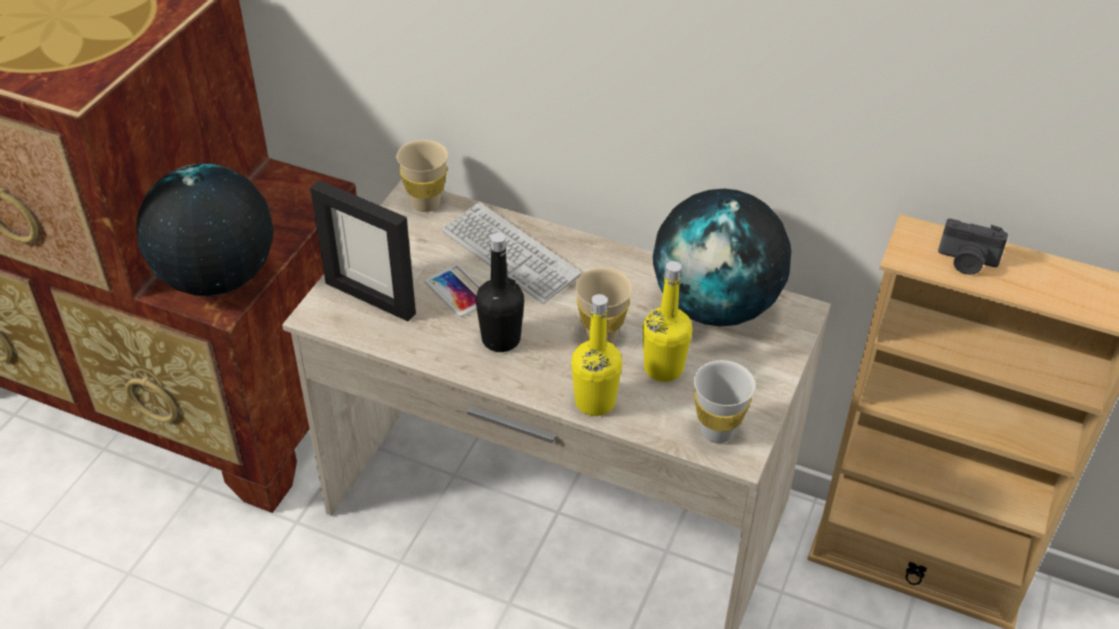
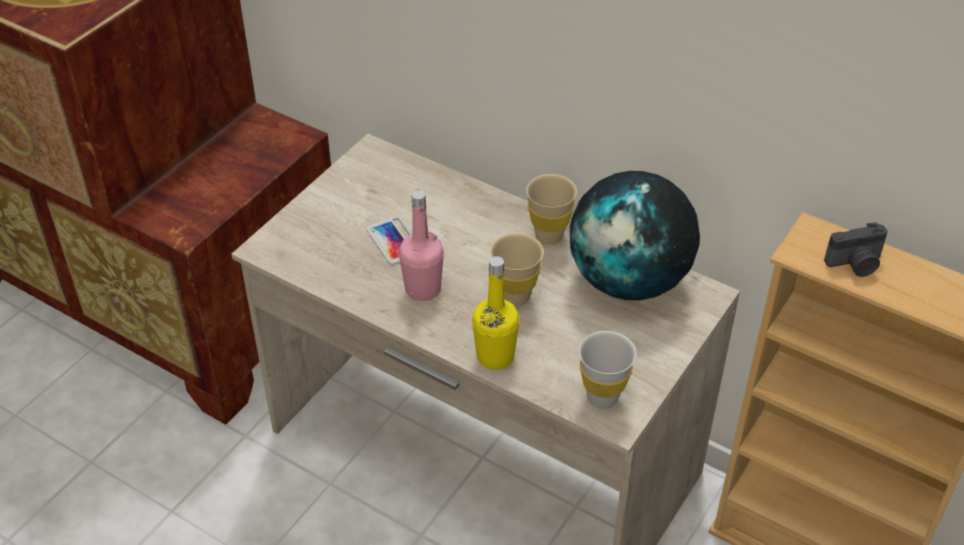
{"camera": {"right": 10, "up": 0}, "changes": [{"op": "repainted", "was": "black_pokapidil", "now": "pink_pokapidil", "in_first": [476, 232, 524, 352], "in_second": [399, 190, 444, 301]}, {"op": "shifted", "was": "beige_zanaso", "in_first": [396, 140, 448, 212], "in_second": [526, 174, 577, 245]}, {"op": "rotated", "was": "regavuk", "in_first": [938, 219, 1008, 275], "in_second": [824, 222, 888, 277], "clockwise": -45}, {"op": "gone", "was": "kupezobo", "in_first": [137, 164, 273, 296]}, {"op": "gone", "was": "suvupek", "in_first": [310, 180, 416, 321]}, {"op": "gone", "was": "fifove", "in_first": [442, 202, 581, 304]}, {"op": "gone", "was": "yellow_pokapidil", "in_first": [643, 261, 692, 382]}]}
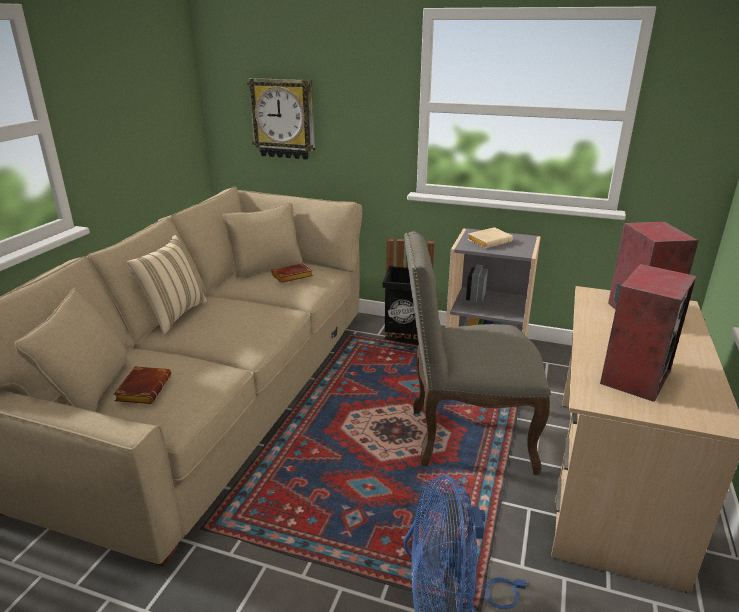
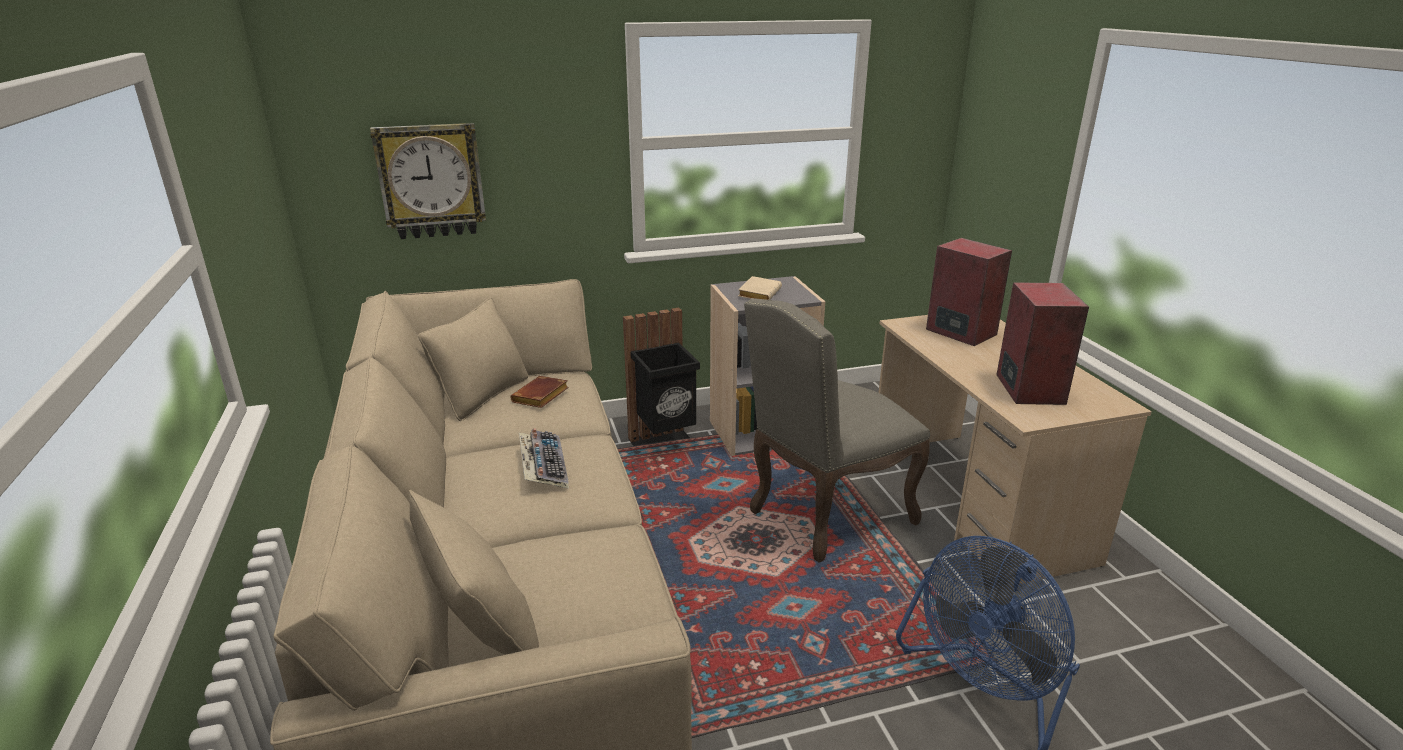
{"camera": {"right": -35, "up": 0}, "changes": [{"op": "new", "now": "fifove", "in_second": [519, 428, 569, 488]}, {"op": "gone", "was": "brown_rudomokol", "in_first": [114, 366, 171, 404]}, {"op": "gone", "was": "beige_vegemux", "in_first": [127, 235, 207, 334]}]}
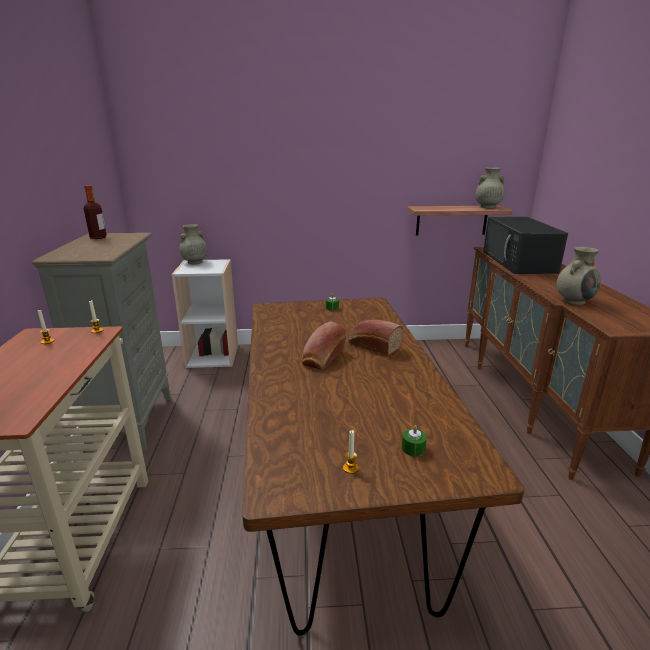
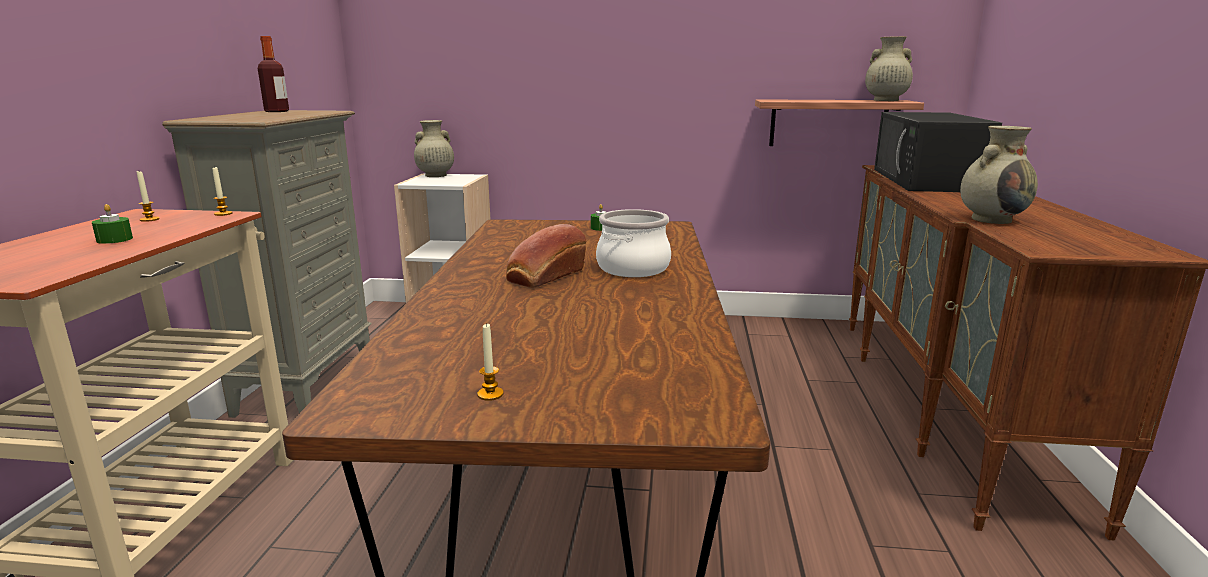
{"camera": {"right": 10, "up": -5}, "changes": [{"op": "shifted", "was": "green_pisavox", "in_first": [402, 425, 427, 456], "in_second": [92, 204, 133, 244]}, {"op": "swapped", "was": "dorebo", "now": "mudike", "in_first": [349, 320, 403, 356], "in_second": [596, 209, 671, 277]}]}
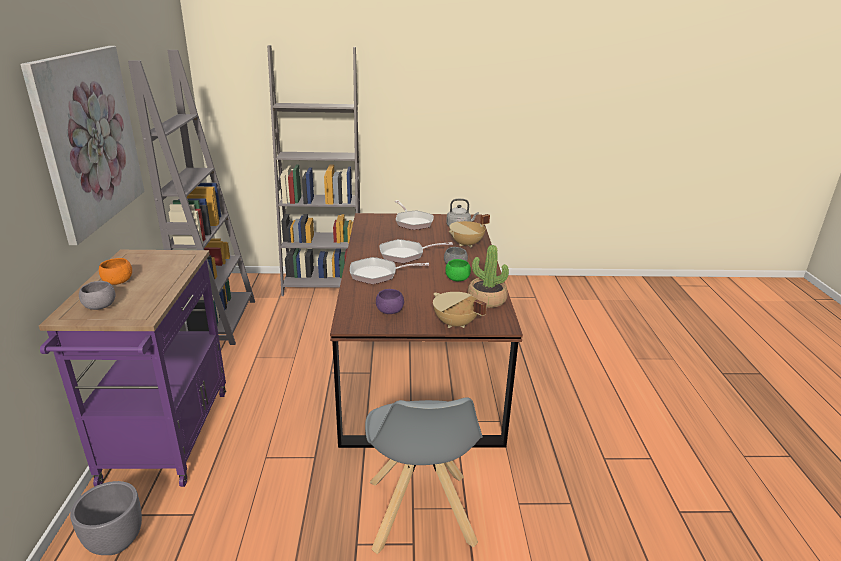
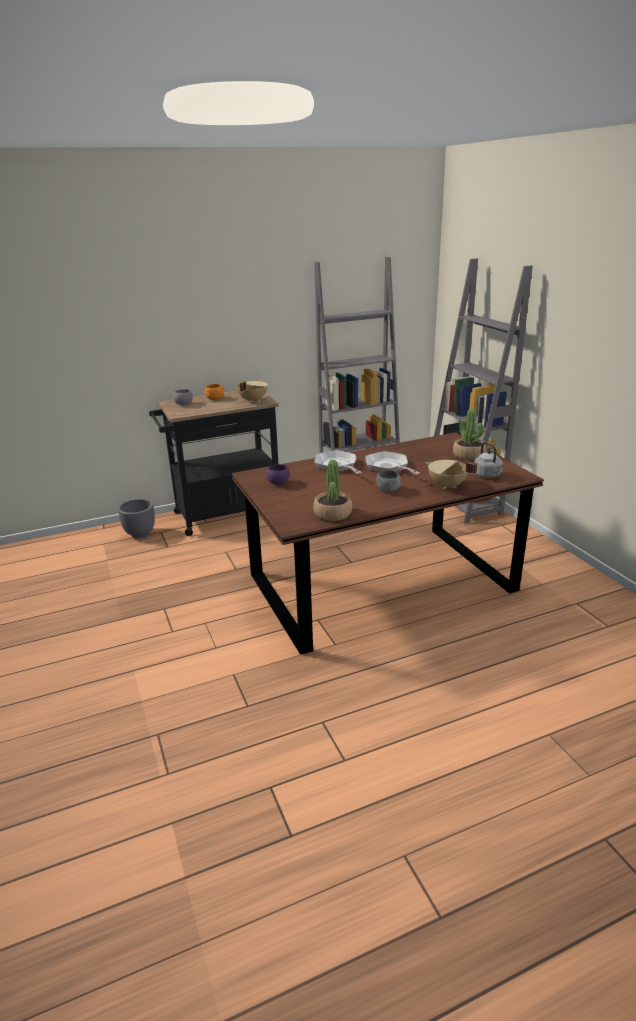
{"camera": {"right": 70, "up": 0}, "changes": [{"op": "repainted", "was": "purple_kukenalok", "now": "black_kukenalok", "in_first": [39, 250, 226, 487], "in_second": [149, 390, 279, 536]}, {"op": "shifted", "was": "beige_mudike", "in_first": [433, 292, 487, 328], "in_second": [236, 380, 268, 403]}, {"op": "swapped", "was": "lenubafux", "now": "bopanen", "in_first": [394, 200, 434, 230], "in_second": [453, 408, 486, 460]}, {"op": "gone", "was": "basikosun", "in_first": [20, 46, 145, 245]}, {"op": "gone", "was": "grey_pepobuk", "in_first": [365, 397, 483, 554]}, {"op": "gone", "was": "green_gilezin", "in_first": [445, 259, 471, 281]}]}
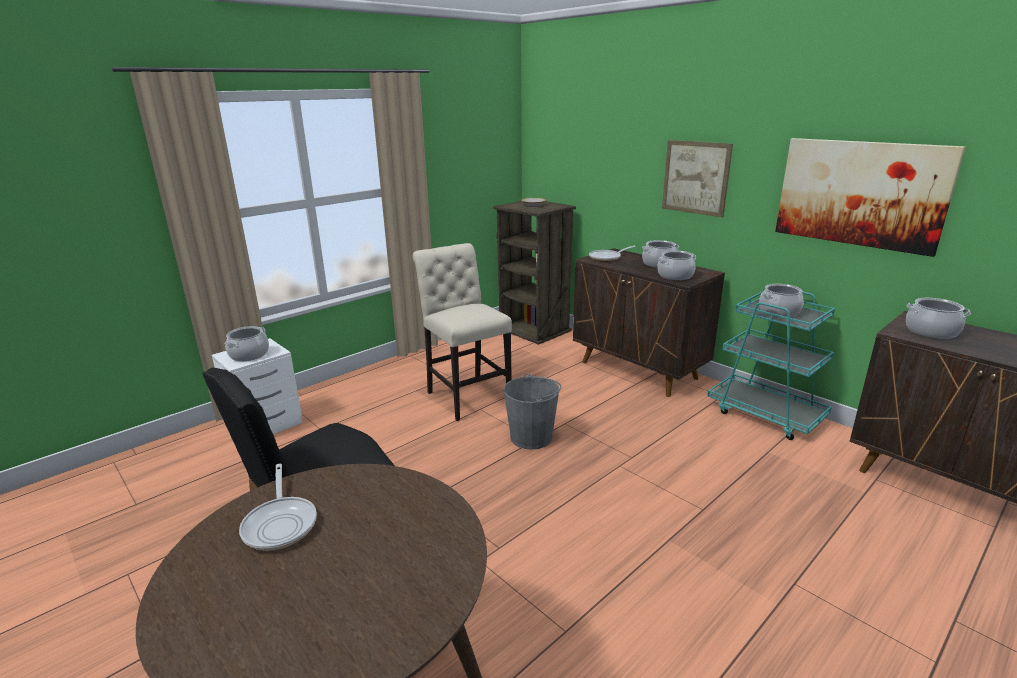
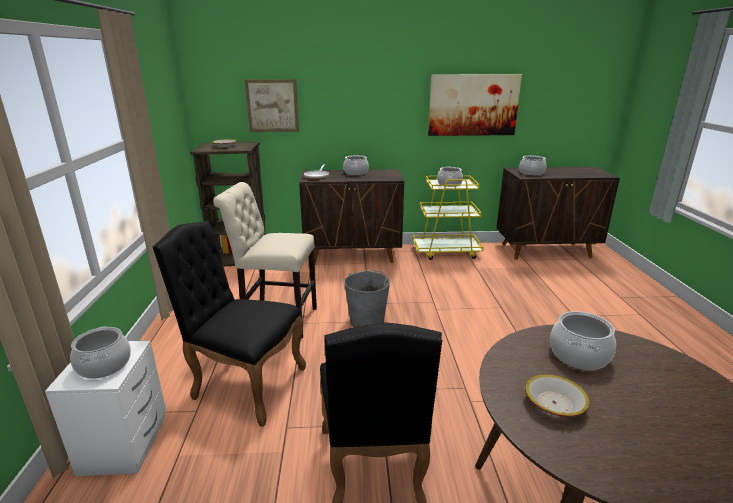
{"camera": {"right": -50, "up": 0}, "changes": [{"op": "new", "now": "black_pepobuk", "in_second": [153, 221, 306, 427]}, {"op": "shifted", "was": "basikosun", "in_first": [662, 140, 733, 217], "in_second": [244, 79, 299, 132]}, {"op": "repainted", "was": "turquoise_kukenalok", "now": "yellow_kukenalok", "in_first": [708, 291, 835, 440], "in_second": [413, 172, 484, 260]}, {"op": "swapped", "was": "lenubafux", "now": "gilezin", "in_first": [239, 464, 317, 551], "in_second": [525, 374, 590, 417]}, {"op": "shifted", "was": "mudike", "in_first": [657, 250, 696, 280], "in_second": [550, 311, 616, 370]}]}
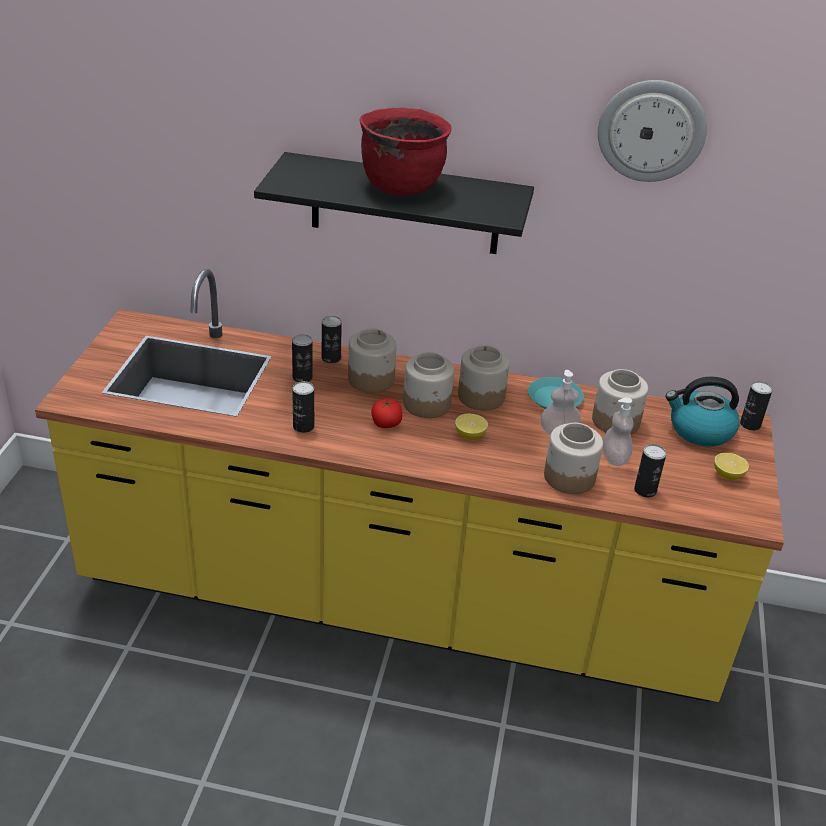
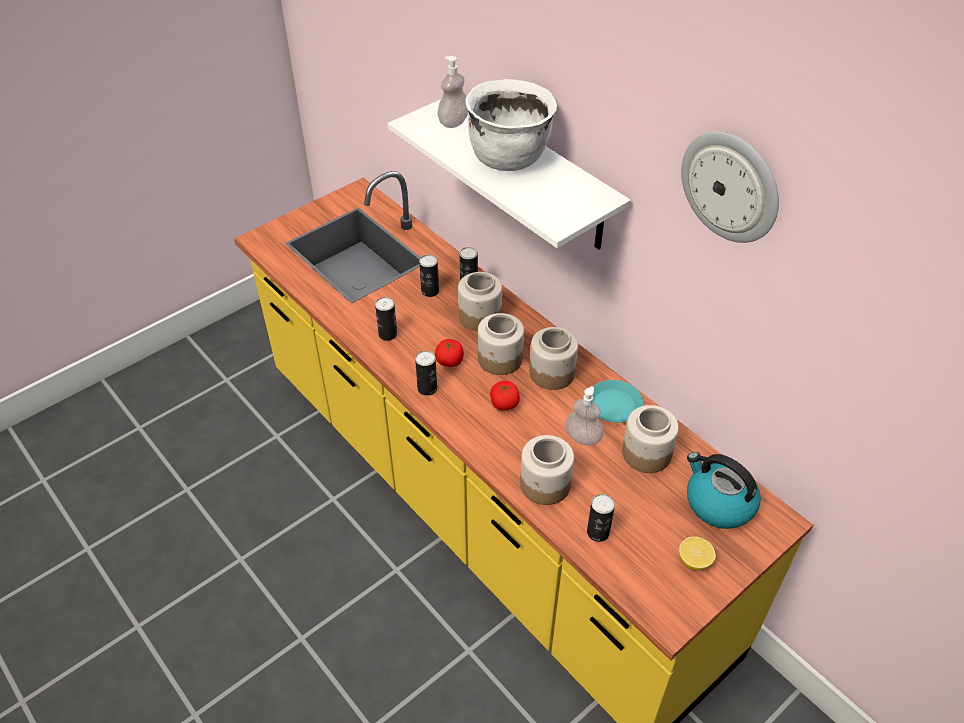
{"camera": {"right": 40, "up": 10}, "changes": [{"op": "repainted", "was": "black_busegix", "now": "white_busegix", "in_first": [254, 152, 534, 254], "in_second": [388, 99, 631, 250]}, {"op": "shifted", "was": "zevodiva", "in_first": [740, 381, 772, 431], "in_second": [415, 351, 437, 396]}, {"op": "shifted", "was": "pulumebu", "in_first": [603, 397, 633, 466], "in_second": [437, 56, 468, 128]}, {"op": "repainted", "was": "red_mudike", "now": "white_mudike", "in_first": [359, 108, 452, 196], "in_second": [466, 79, 557, 171]}, {"op": "swapped", "was": "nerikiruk", "now": "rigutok", "in_first": [455, 414, 488, 440], "in_second": [490, 381, 520, 410]}]}
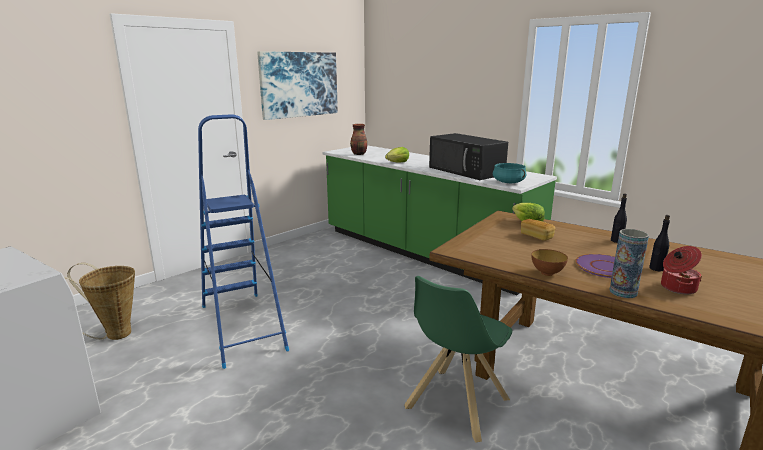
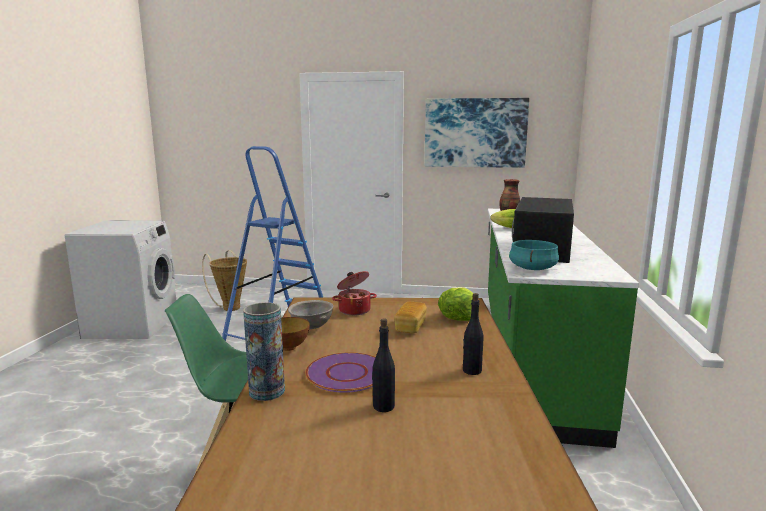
{"camera": {"right": 55, "up": -5}, "changes": [{"op": "new", "now": "grey_gilezin", "in_second": [288, 300, 333, 329]}, {"op": "shifted", "was": "mudike", "in_first": [661, 246, 702, 294], "in_second": [332, 271, 377, 315]}]}
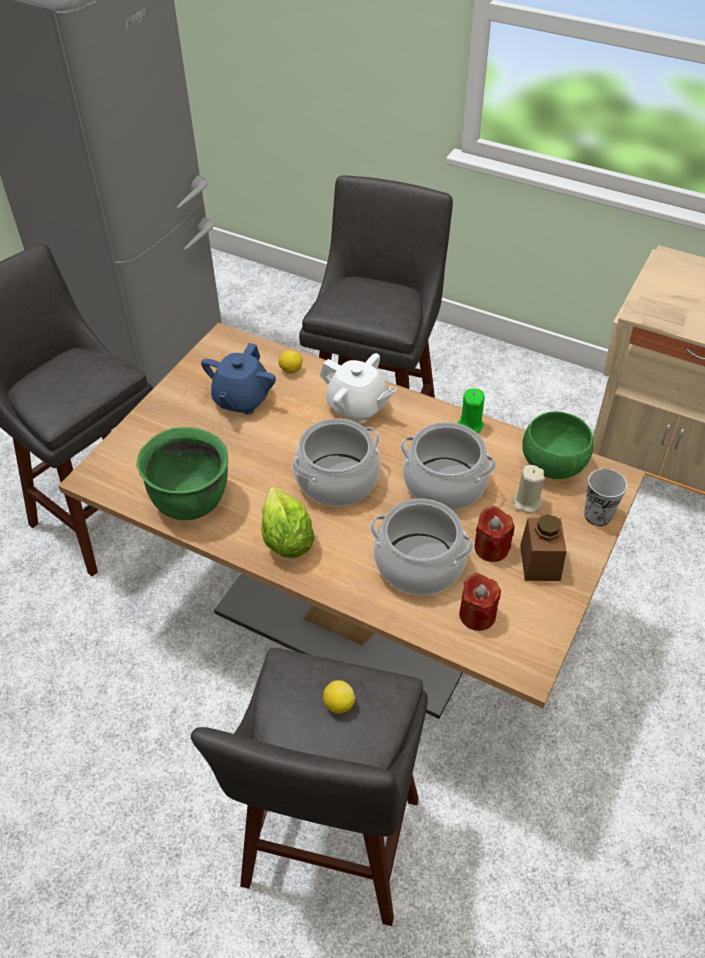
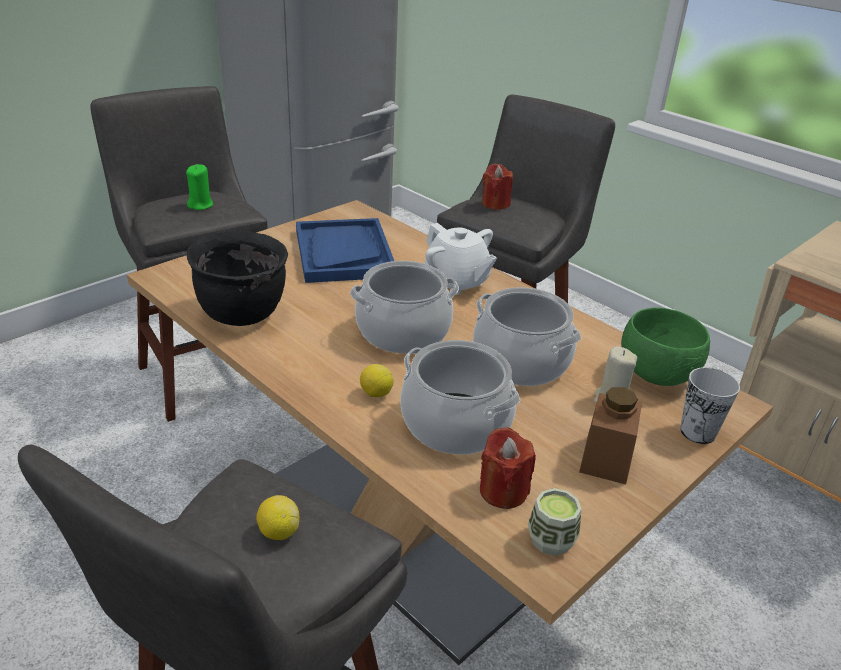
{"camera": {"right": 15, "up": -15}, "changes": [{"op": "shifted", "was": "green_pisavox", "in_first": [458, 388, 485, 433], "in_second": [186, 164, 213, 210]}, {"op": "repainted", "was": "green_mudike", "now": "black_mudike", "in_first": [136, 427, 228, 520], "in_second": [187, 230, 288, 326]}, {"op": "swapped", "was": "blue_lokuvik", "now": "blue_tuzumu", "in_first": [201, 343, 276, 415], "in_second": [296, 218, 394, 283]}, {"op": "shifted", "was": "nerikiruk", "in_first": [278, 350, 302, 374], "in_second": [360, 364, 394, 397]}, {"op": "shifted", "was": "red_pisavox", "in_first": [474, 506, 515, 562], "in_second": [482, 164, 513, 210]}, {"op": "new", "now": "zanaso", "in_second": [528, 488, 582, 556]}, {"op": "gone", "was": "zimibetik", "in_first": [261, 487, 315, 558]}]}
